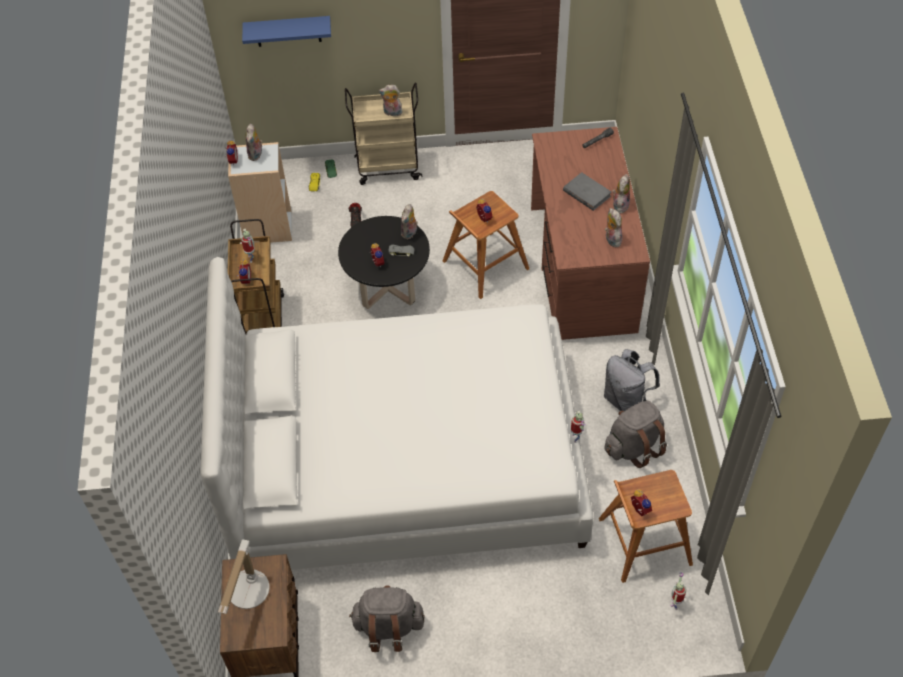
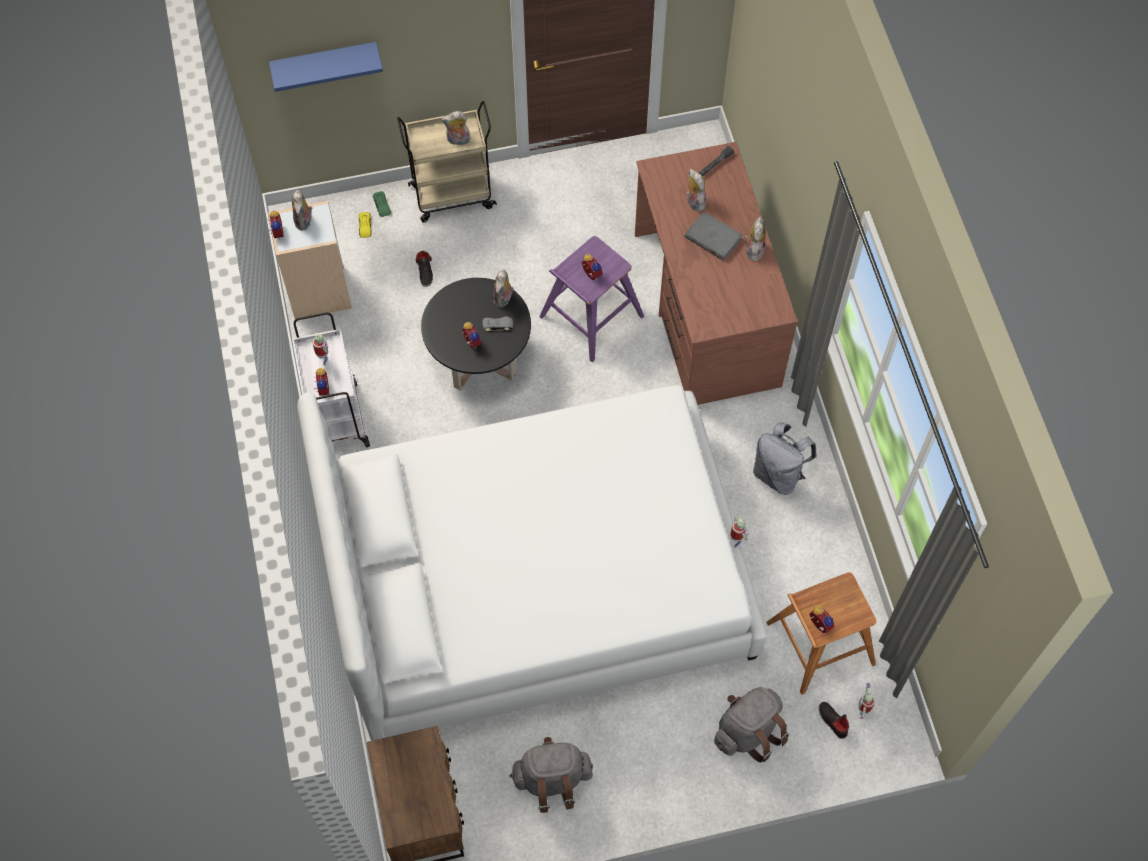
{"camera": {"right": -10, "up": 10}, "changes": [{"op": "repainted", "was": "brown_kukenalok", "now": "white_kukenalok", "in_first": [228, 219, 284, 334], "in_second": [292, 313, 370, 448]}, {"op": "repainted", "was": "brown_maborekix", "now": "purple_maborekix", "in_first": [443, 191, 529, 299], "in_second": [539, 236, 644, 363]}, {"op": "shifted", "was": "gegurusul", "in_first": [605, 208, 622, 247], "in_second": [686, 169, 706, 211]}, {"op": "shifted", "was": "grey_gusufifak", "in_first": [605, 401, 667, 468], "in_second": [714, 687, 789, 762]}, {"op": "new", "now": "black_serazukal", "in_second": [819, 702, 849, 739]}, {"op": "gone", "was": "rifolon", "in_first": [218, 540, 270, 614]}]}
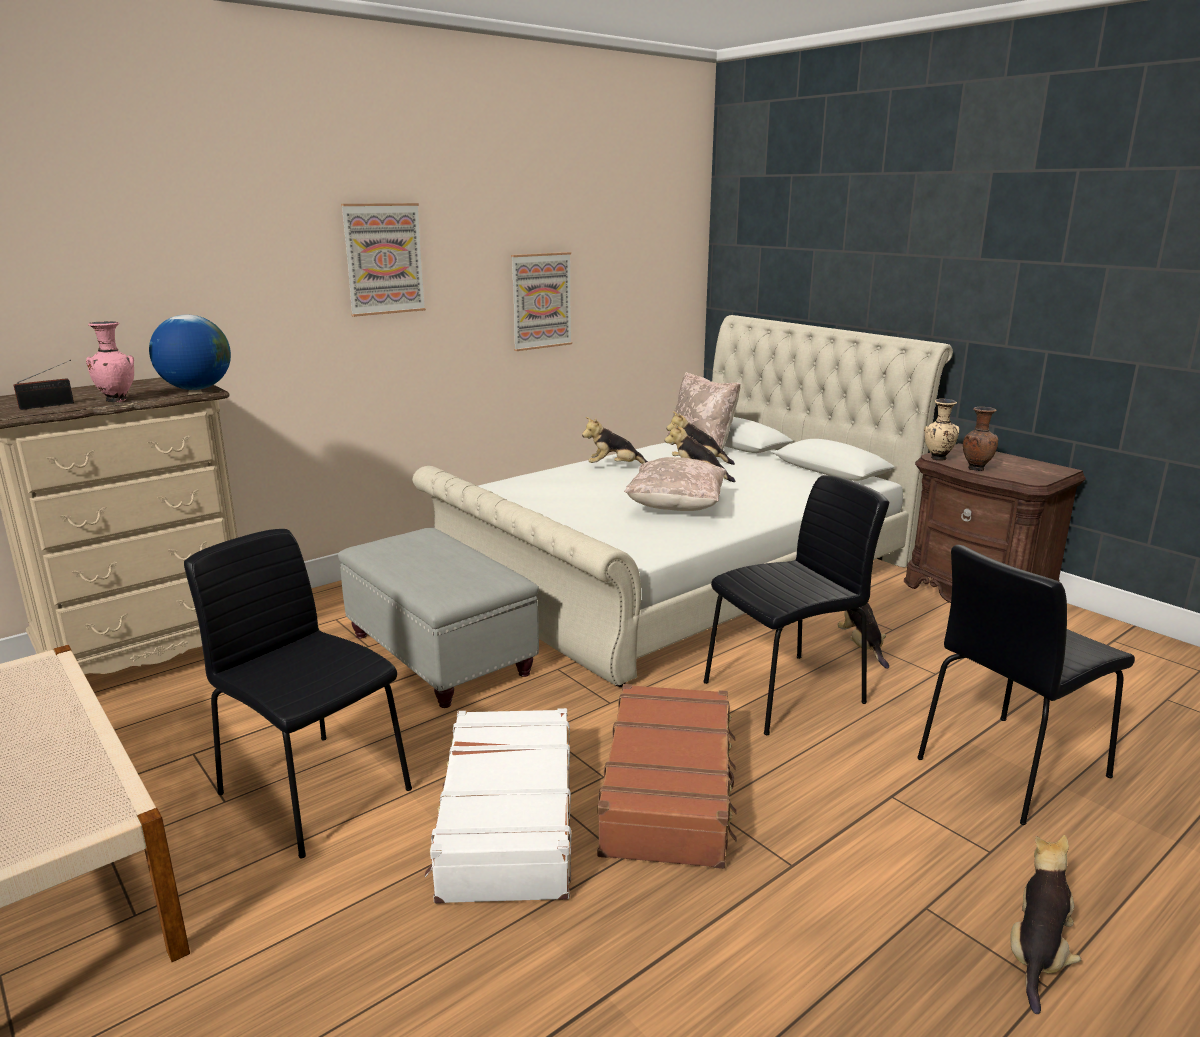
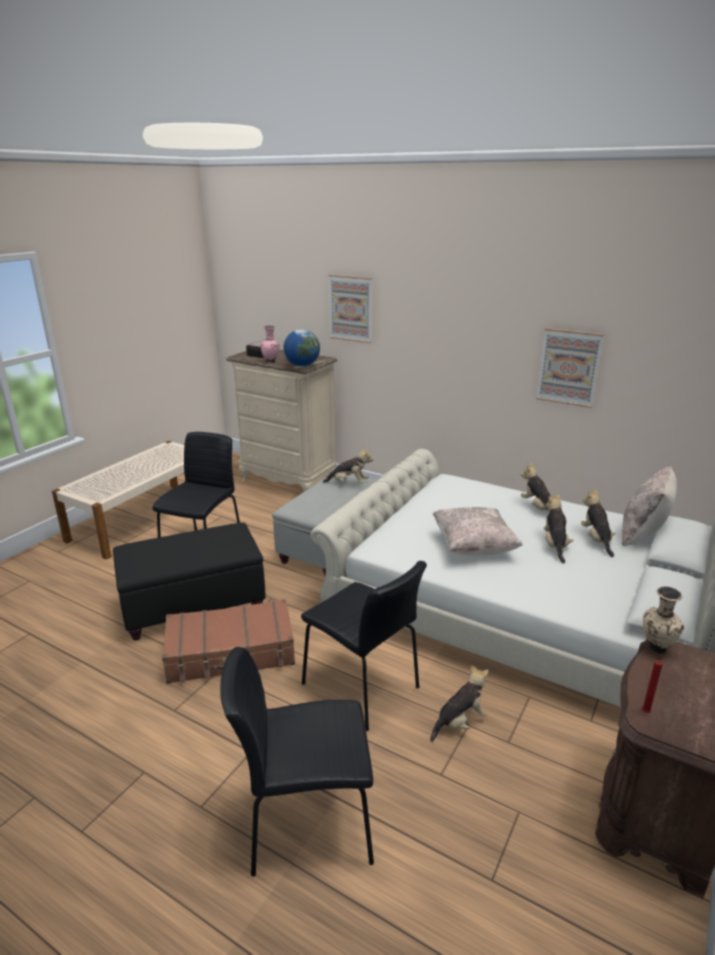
{"camera": {"right": 70, "up": 5}, "changes": [{"op": "swapped", "was": "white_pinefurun", "now": "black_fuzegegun", "in_first": [425, 708, 571, 904], "in_second": [113, 523, 265, 640]}, {"op": "rotated", "was": "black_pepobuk", "in_first": [917, 545, 1135, 825], "in_second": [220, 647, 374, 877], "clockwise": -45}, {"op": "shifted", "was": "gegurusul", "in_first": [1010, 835, 1081, 1014], "in_second": [323, 447, 373, 484]}, {"op": "shifted", "was": "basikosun", "in_first": [341, 203, 426, 317], "in_second": [329, 275, 372, 343]}, {"op": "new", "now": "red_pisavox", "in_second": [642, 660, 666, 713]}, {"op": "gone", "was": "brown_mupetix", "in_first": [963, 407, 998, 471]}]}
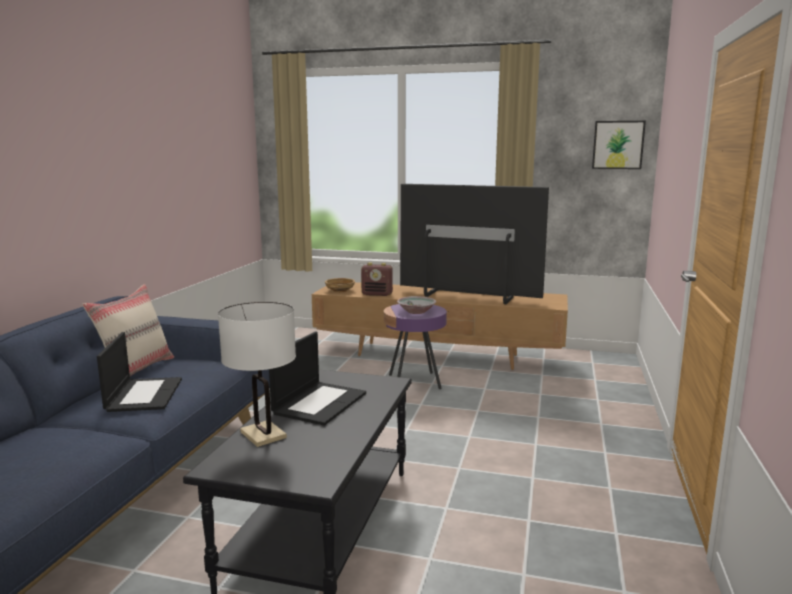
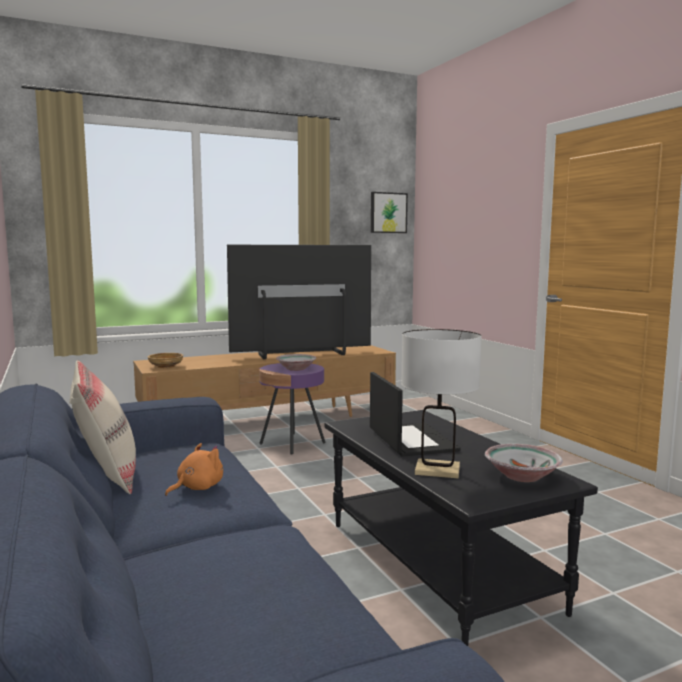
{"camera": {"right": -40, "up": -5}, "changes": [{"op": "swapped", "was": "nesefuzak", "now": "orange_gegurusul", "in_first": [97, 332, 182, 412], "in_second": [165, 443, 223, 496]}, {"op": "new", "now": "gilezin", "in_second": [485, 444, 563, 482]}, {"op": "gone", "was": "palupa", "in_first": [361, 262, 393, 296]}]}
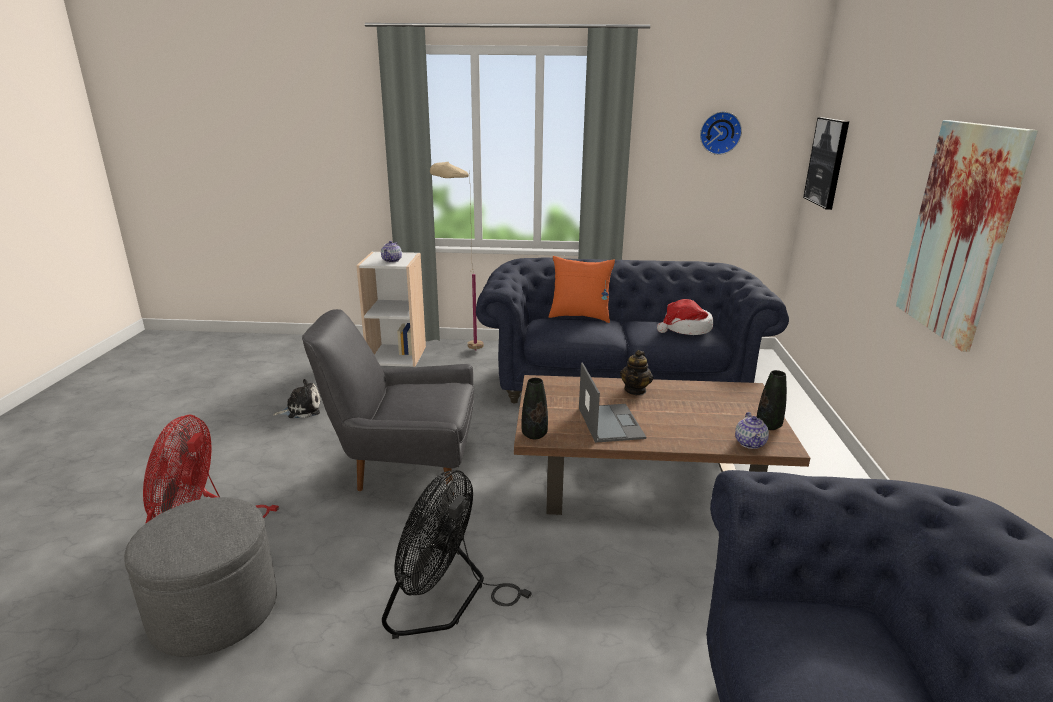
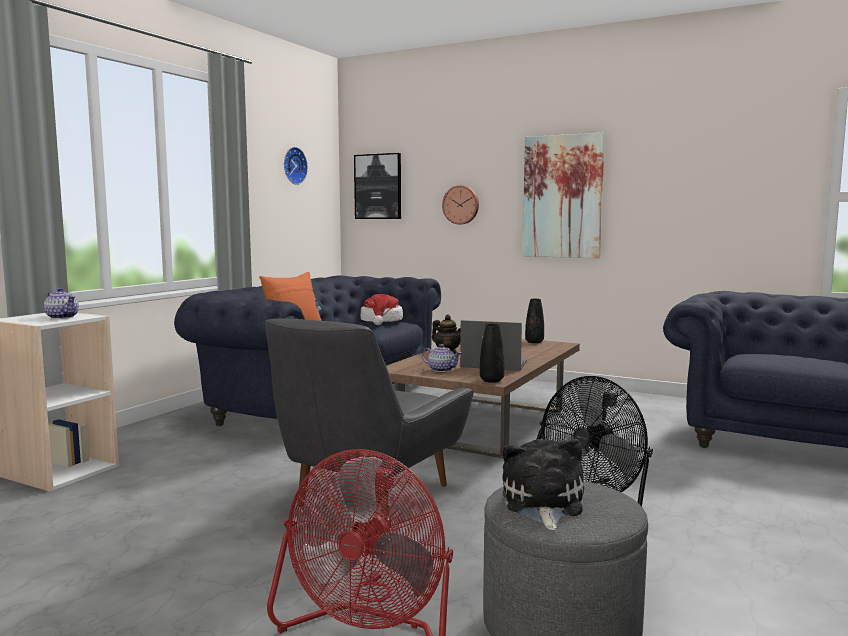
{"camera": {"right": -65, "up": -15}, "changes": [{"op": "shifted", "was": "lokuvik", "in_first": [735, 412, 769, 449], "in_second": [422, 344, 462, 372]}, {"op": "new", "now": "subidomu", "in_second": [442, 185, 479, 224]}, {"op": "shifted", "was": "gegurusul", "in_first": [273, 379, 321, 418], "in_second": [502, 439, 584, 530]}, {"op": "gone", "was": "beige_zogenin", "in_first": [430, 162, 484, 351]}]}
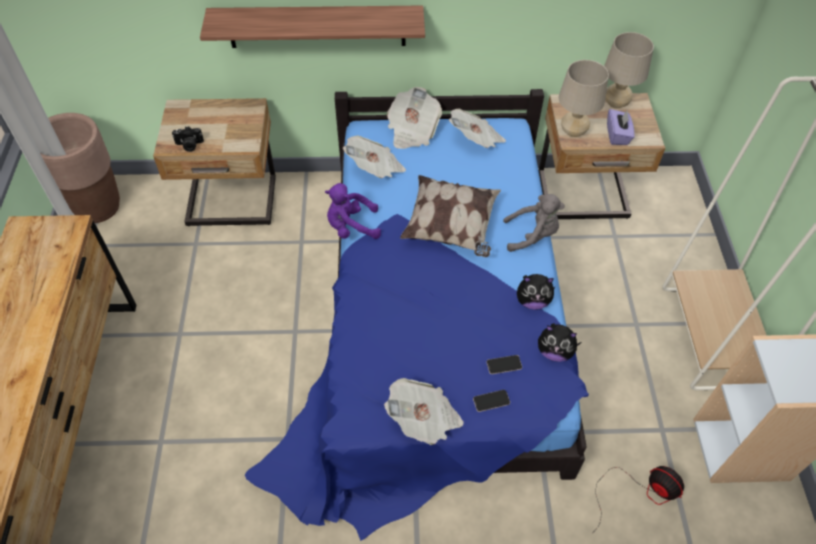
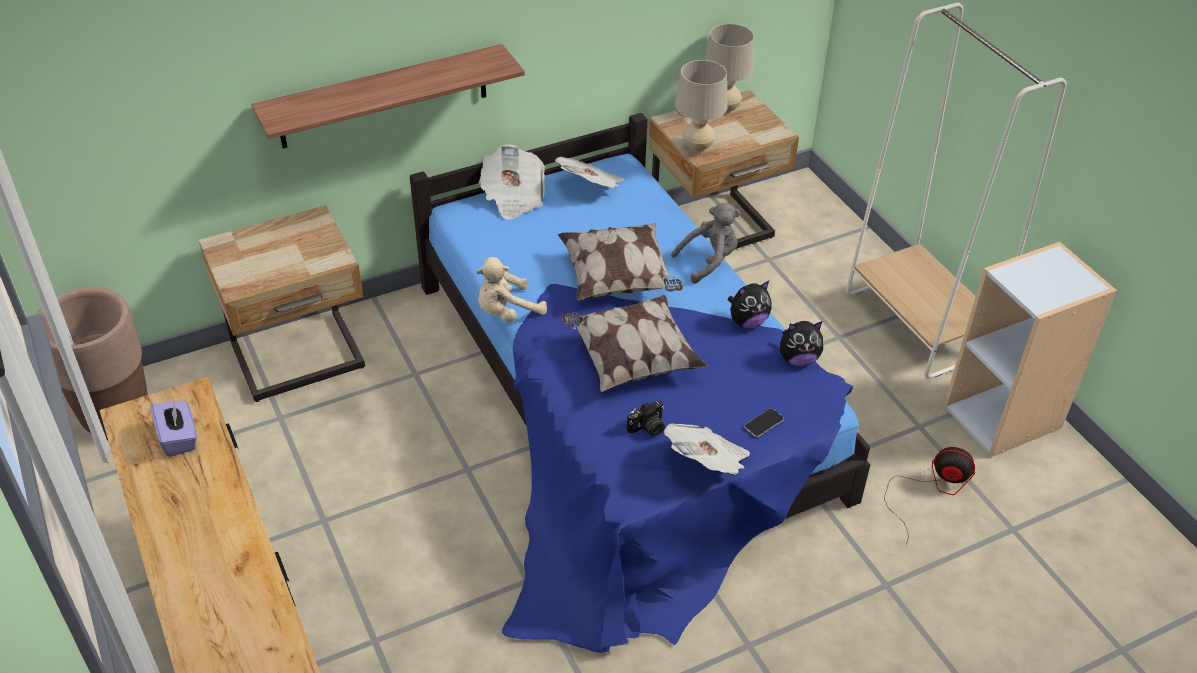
{"camera": {"right": -25, "up": -10}, "changes": [{"op": "shifted", "was": "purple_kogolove", "in_first": [607, 109, 635, 145], "in_second": [151, 400, 197, 457]}, {"op": "repainted", "was": "purple_gegurusul", "now": "beige_gegurusul", "in_first": [325, 183, 381, 239], "in_second": [476, 257, 547, 323]}, {"op": "new", "now": "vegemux", "in_second": [562, 295, 708, 392]}, {"op": "shifted", "was": "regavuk", "in_first": [172, 126, 204, 152], "in_second": [627, 401, 665, 437]}, {"op": "gone", "was": "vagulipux", "in_first": [343, 136, 406, 178]}, {"op": "gone", "was": "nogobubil", "in_first": [486, 355, 522, 374]}]}
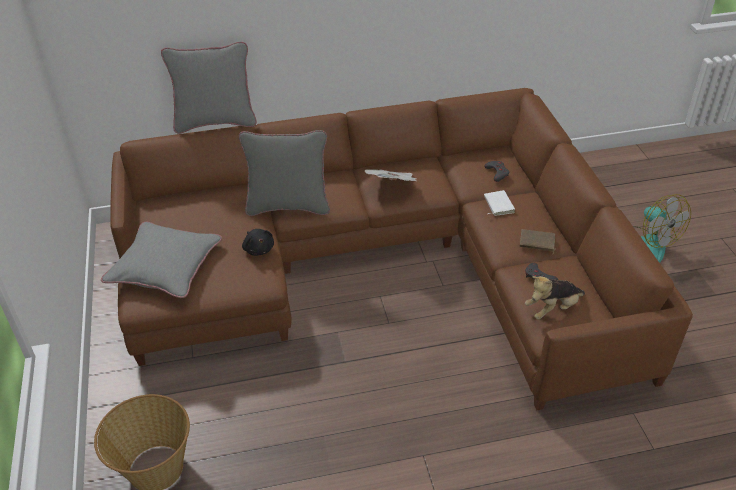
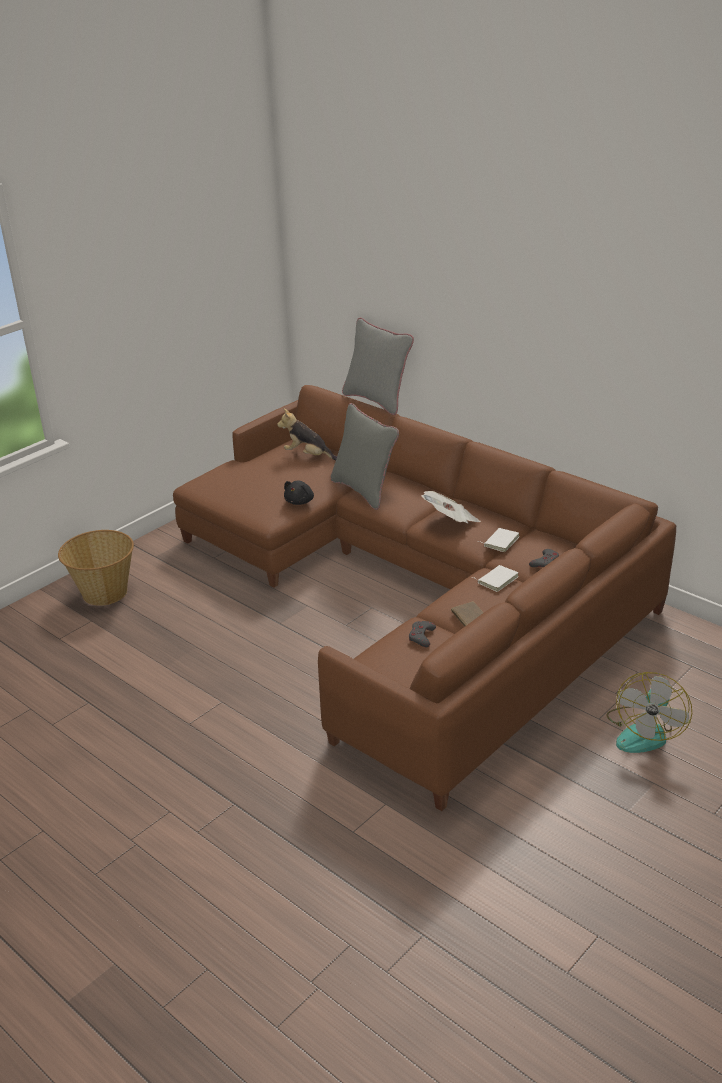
{"camera": {"right": 55, "up": -10}, "changes": [{"op": "shifted", "was": "gegurusul", "in_first": [525, 276, 585, 320], "in_second": [277, 409, 337, 460]}, {"op": "new", "now": "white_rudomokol", "in_second": [477, 528, 520, 552]}, {"op": "gone", "was": "grey_vegemux", "in_first": [101, 222, 222, 298]}]}
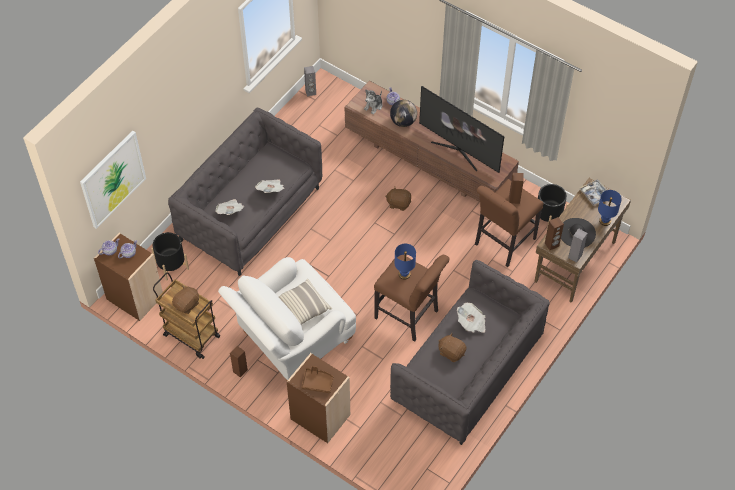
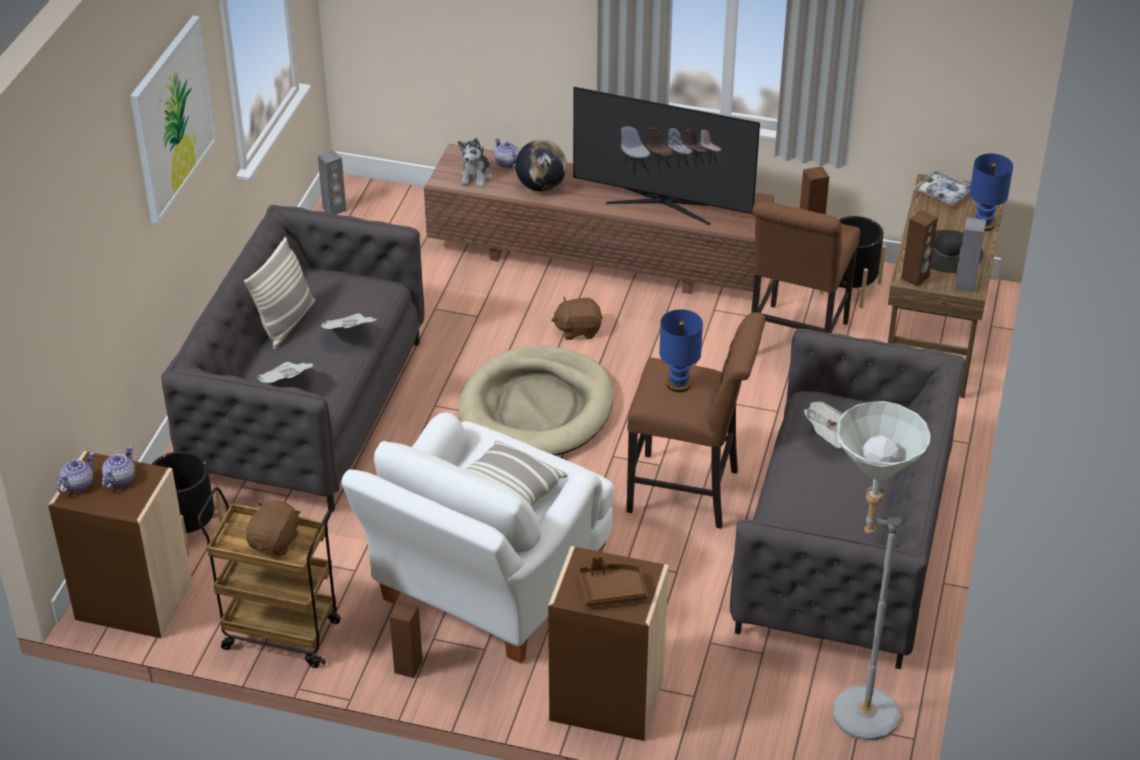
{"camera": {"right": -20, "up": -15}, "changes": [{"op": "shifted", "was": "basikosun", "in_first": [80, 131, 146, 229], "in_second": [130, 15, 217, 223]}, {"op": "new", "now": "vegemux", "in_second": [244, 237, 315, 349]}, {"op": "new", "now": "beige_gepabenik", "in_second": [458, 345, 613, 456]}, {"op": "new", "now": "grey_zogenin", "in_second": [832, 401, 931, 740]}, {"op": "gone", "was": "brown_gegurusul", "in_first": [439, 333, 466, 362]}]}
